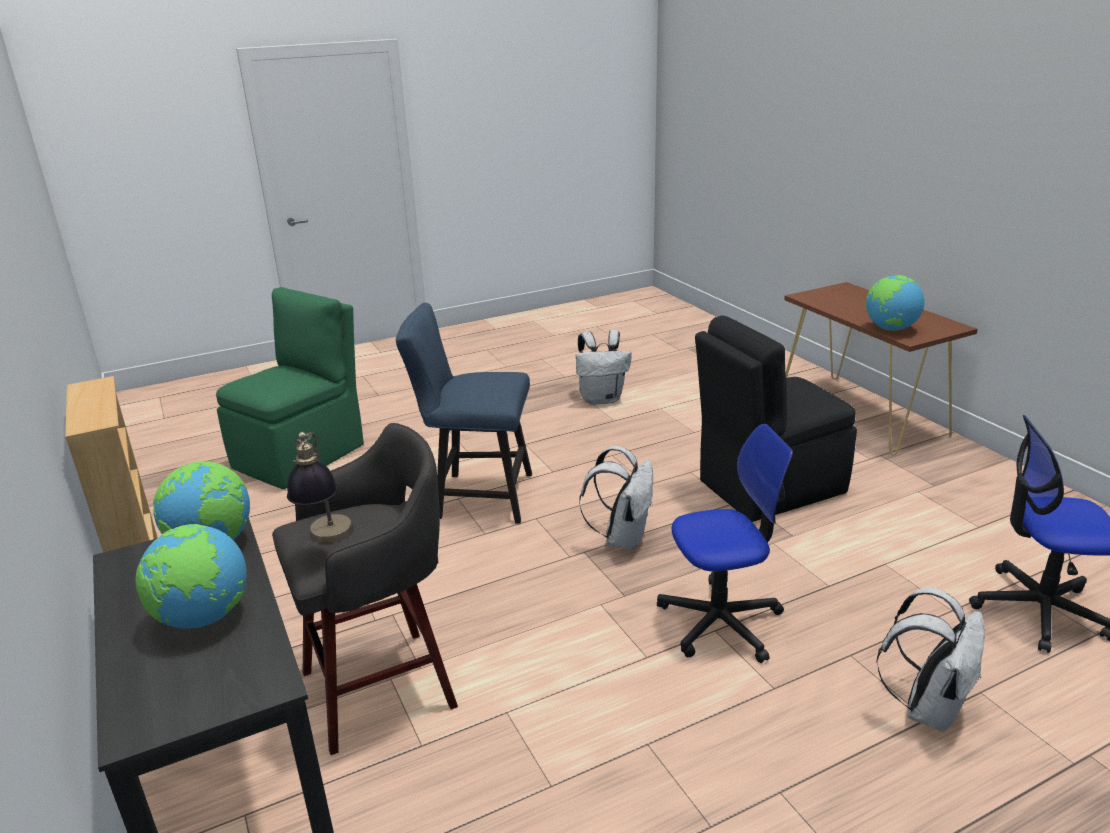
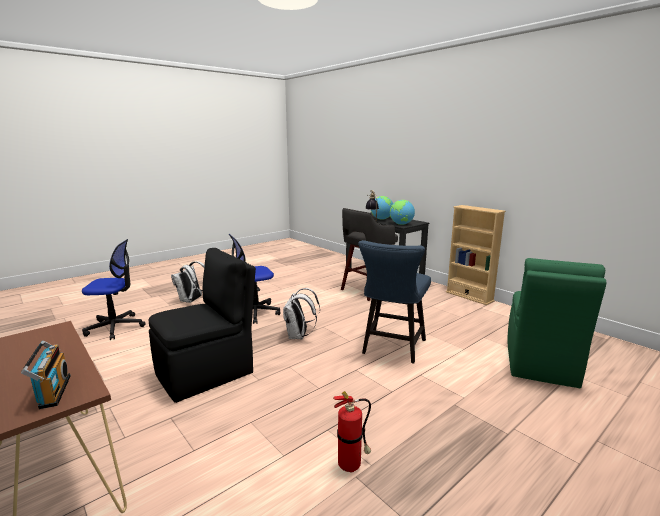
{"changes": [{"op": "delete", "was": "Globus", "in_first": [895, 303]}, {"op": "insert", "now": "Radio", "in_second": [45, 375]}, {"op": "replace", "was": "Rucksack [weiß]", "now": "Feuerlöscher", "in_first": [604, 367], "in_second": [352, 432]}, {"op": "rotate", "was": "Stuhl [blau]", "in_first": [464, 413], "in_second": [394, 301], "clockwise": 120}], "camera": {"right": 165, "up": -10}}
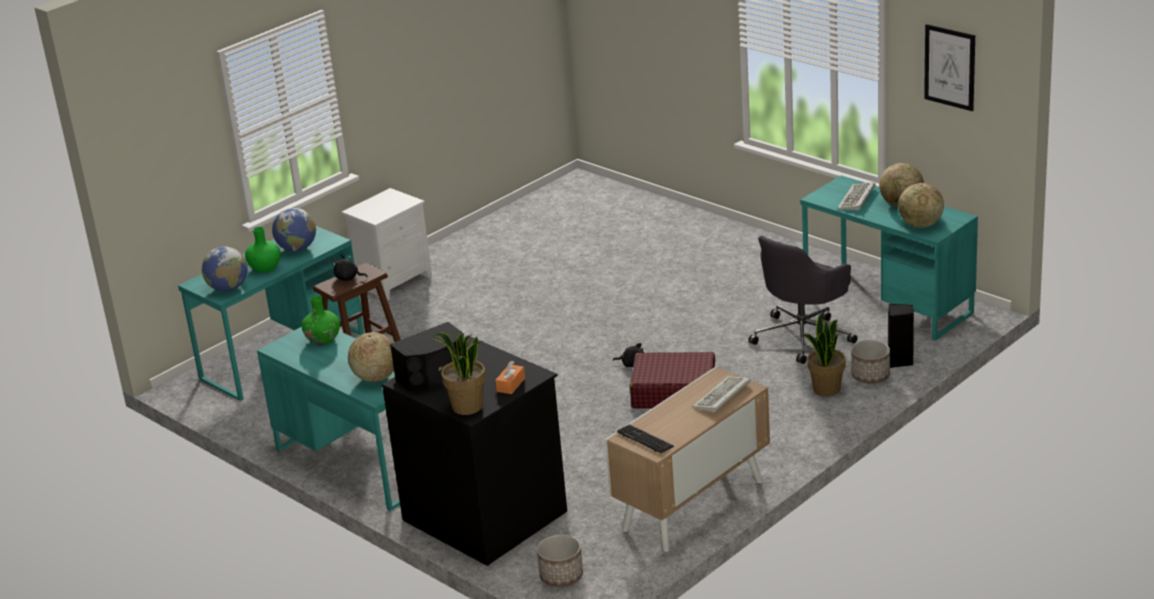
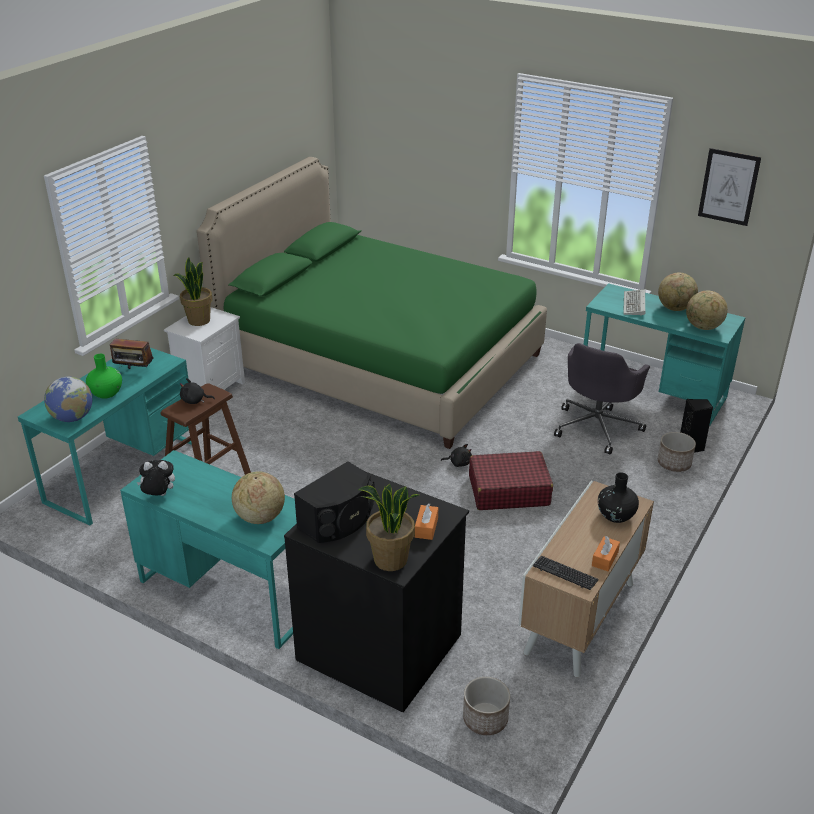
{"changes": [{"op": "delete", "was": "Vase [grün]", "in_first": [321, 320]}, {"op": "insert", "now": "Plüschtier", "in_second": [155, 478]}, {"op": "insert", "now": "Bett [grün]", "in_second": [372, 303]}, {"op": "insert", "now": "Taschentuchbox [orange]", "in_second": [606, 553]}, {"op": "move", "was": "Topfpflanze", "in_first": [824, 355], "in_second": [192, 291]}, {"op": "replace", "was": "Globus", "now": "Radio", "in_first": [294, 229], "in_second": [131, 352]}, {"op": "replace", "was": "Tastatur", "now": "Vase [schwarz]", "in_first": [721, 394], "in_second": [618, 497]}], "camera": {"right": -15, "up": 5}}
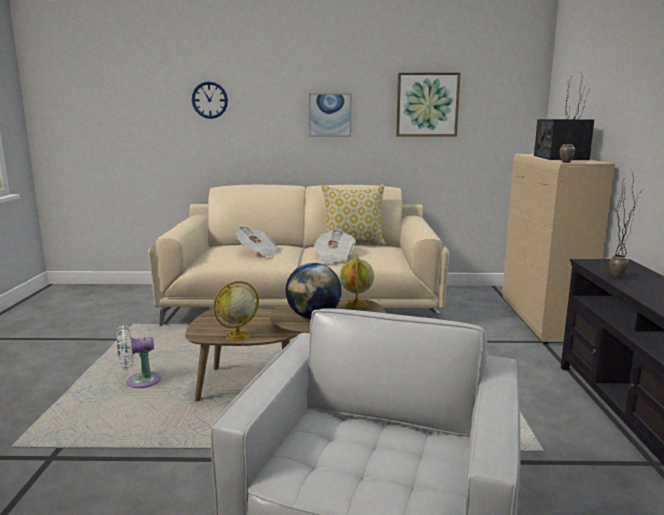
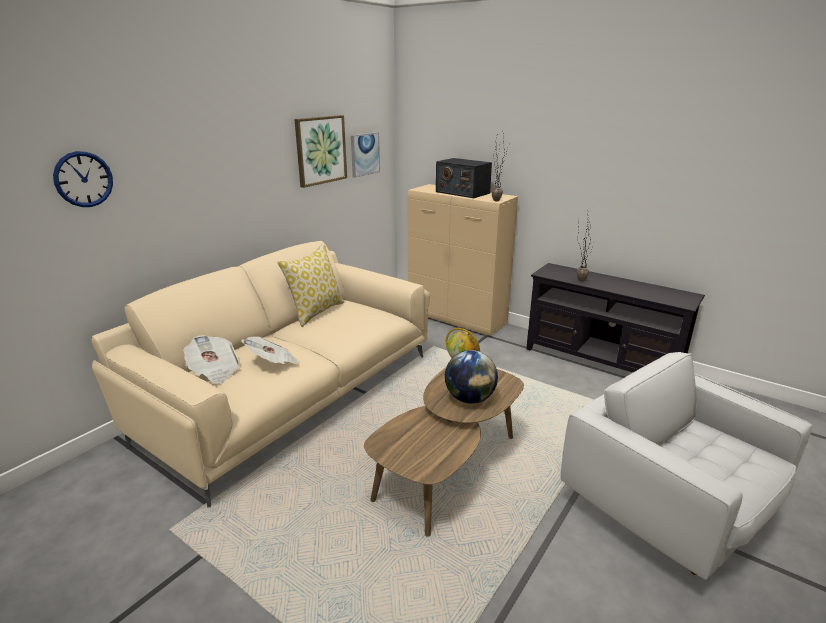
{"changes": [{"op": "delete", "was": "Ventilator [weiß]", "in_first": [138, 356]}, {"op": "delete", "was": "Globus", "in_first": [236, 311]}, {"op": "move", "was": "Bild", "in_first": [330, 115], "in_second": [365, 155]}, {"op": "move", "was": "Zeitung", "in_first": [335, 246], "in_second": [212, 359]}], "camera": {"right": -55, "up": 10}}
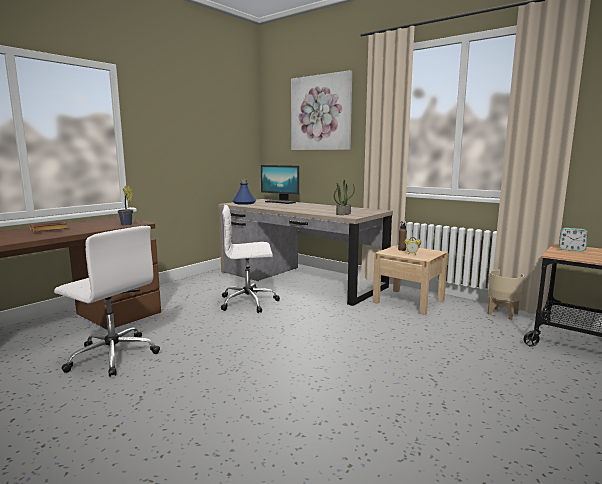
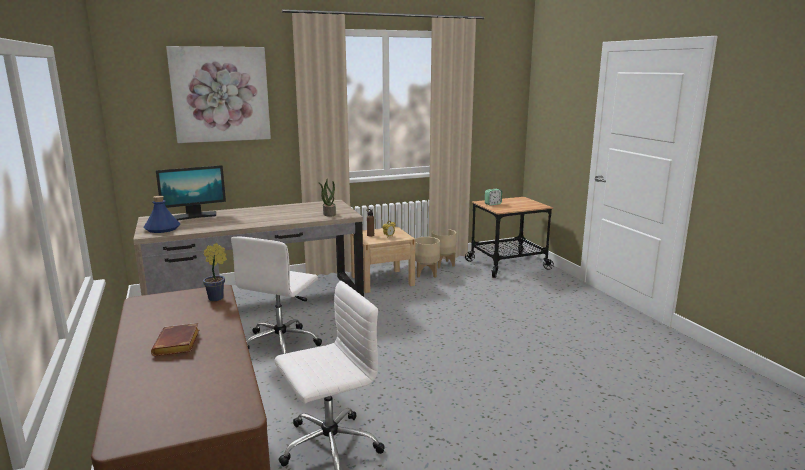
{"changes": [{"op": "insert", "now": "Pflanzkübel [beige]", "in_second": [427, 257]}], "camera": {"right": -60, "up": 5}}
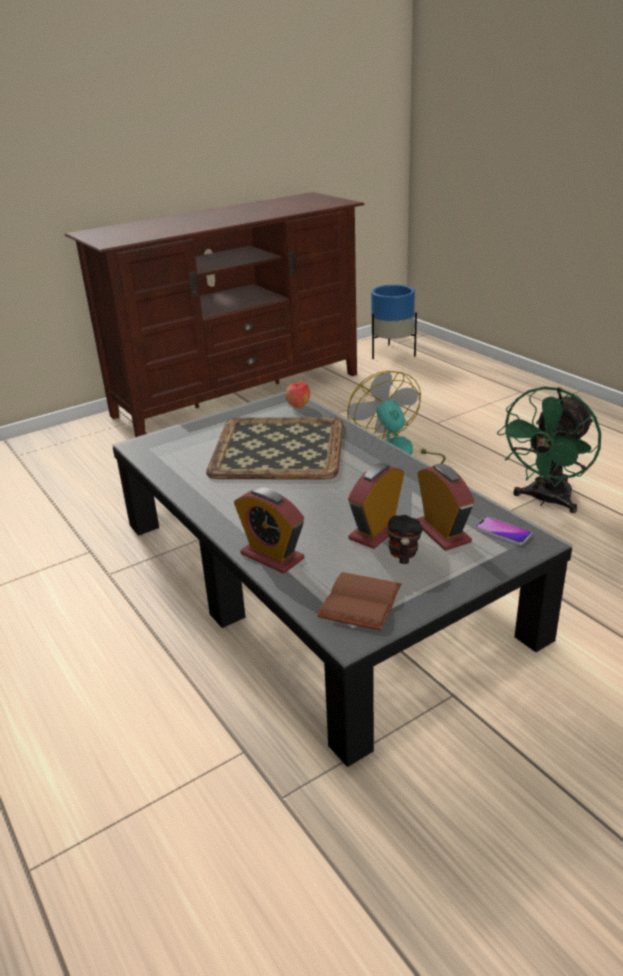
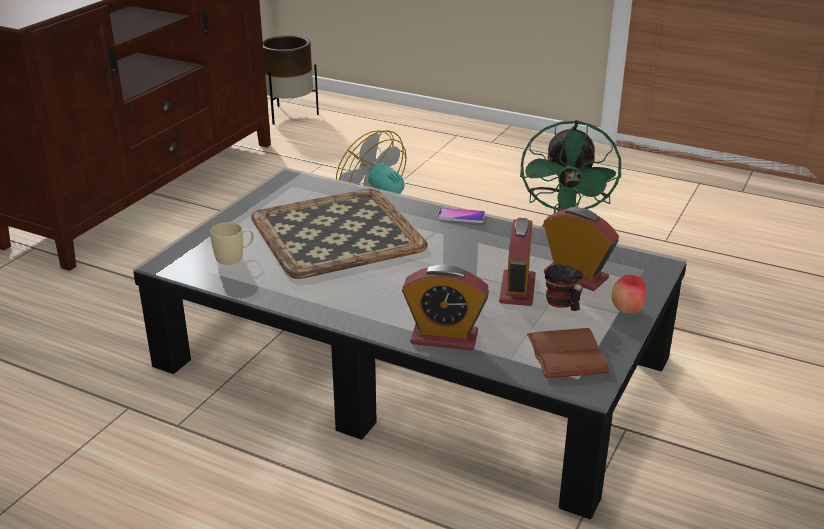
{"changes": [{"op": "insert", "now": "Henkelbecher [beige]", "in_second": [232, 243]}, {"op": "move", "was": "Apfel", "in_first": [297, 395], "in_second": [628, 294]}, {"op": "move", "was": "Handy", "in_first": [503, 531], "in_second": [461, 215]}, {"op": "recolor", "was": "Pflanzkübel [blau]", "now": "Pflanzkübel [braun]", "in_first": [394, 322], "in_second": [291, 80]}], "camera": {"right": -30, "up": 0}}
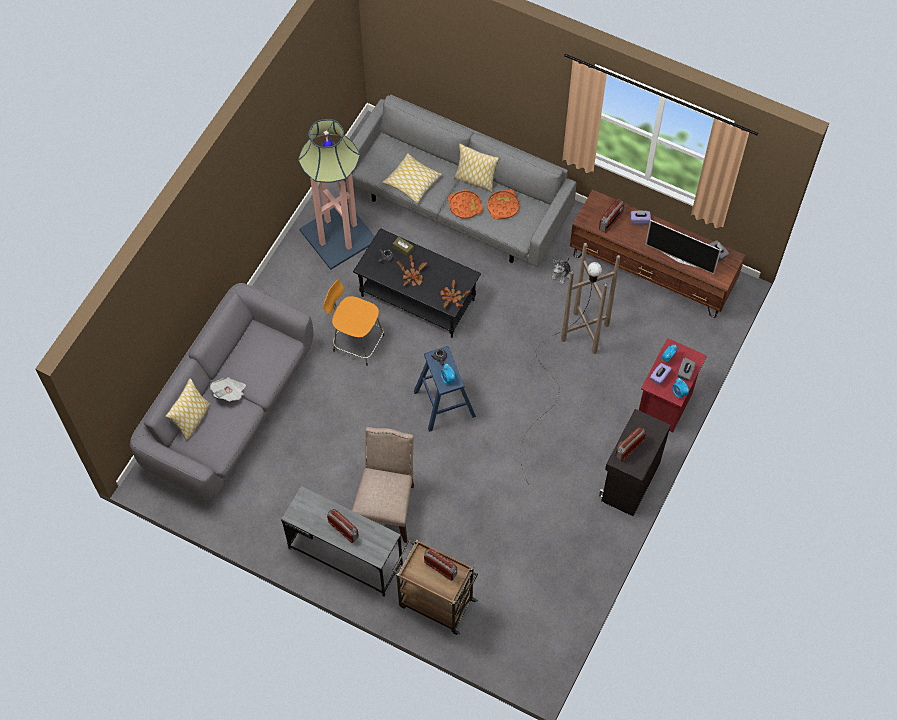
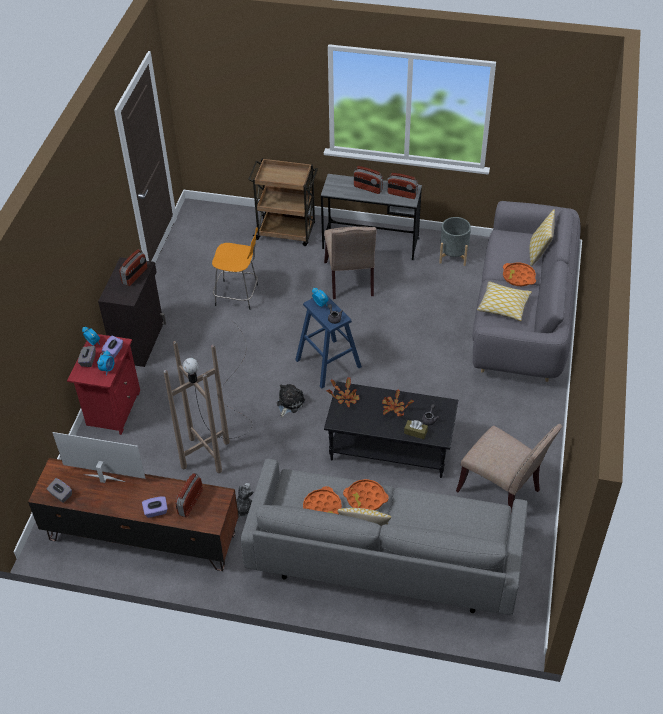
{"changes": [{"op": "insert", "now": "Plüschtier", "in_second": [291, 400]}, {"op": "insert", "now": "Pflanzkübel [grau]", "in_second": [455, 241]}, {"op": "move", "was": "Hocker [orange]", "in_first": [353, 322], "in_second": [235, 268]}, {"op": "move", "was": "Kissen", "in_first": [412, 178], "in_second": [504, 301]}, {"op": "move", "was": "Radio", "in_first": [440, 565], "in_second": [402, 186]}, {"op": "replace", "was": "Zeitung", "now": "Tablett [orange]", "in_first": [228, 389], "in_second": [519, 274]}, {"op": "replace", "was": "Stehlampe", "now": "Stuhl [beige]", "in_first": [336, 194], "in_second": [509, 467]}], "camera": {"right": 165, "up": -15}}
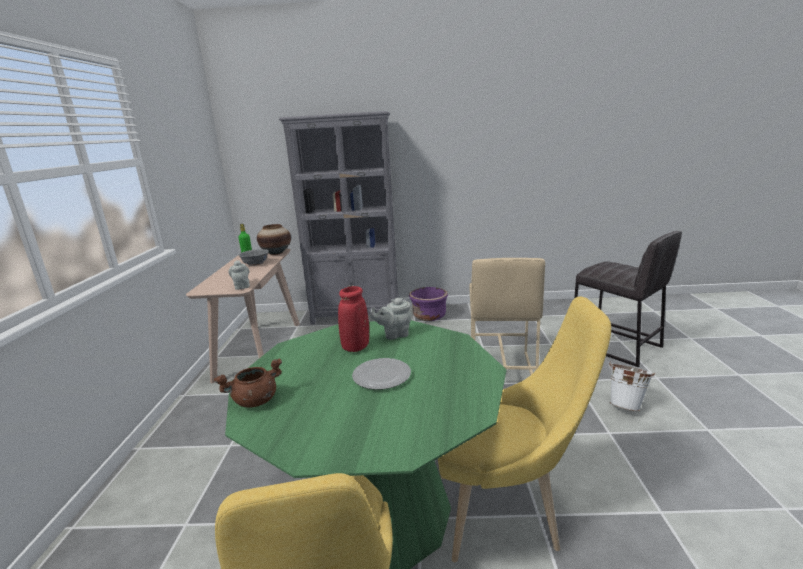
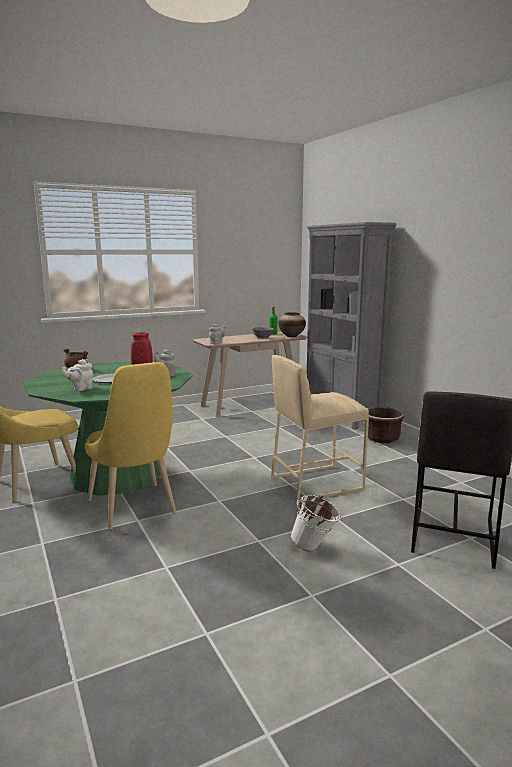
{"changes": [{"op": "insert", "now": "Teekanne [weiß]", "in_second": [77, 375]}, {"op": "recolor", "was": "Pflanzkübel [lila]", "now": "Pflanzkübel [braun]", "in_first": [428, 304], "in_second": [385, 425]}], "camera": {"right": 60, "up": -5}}
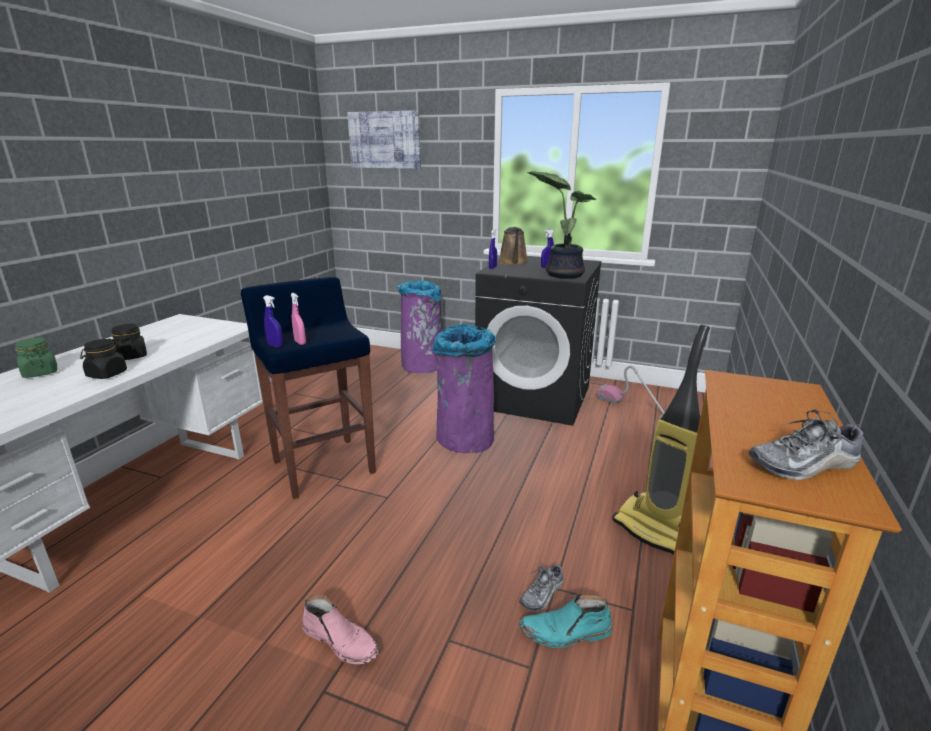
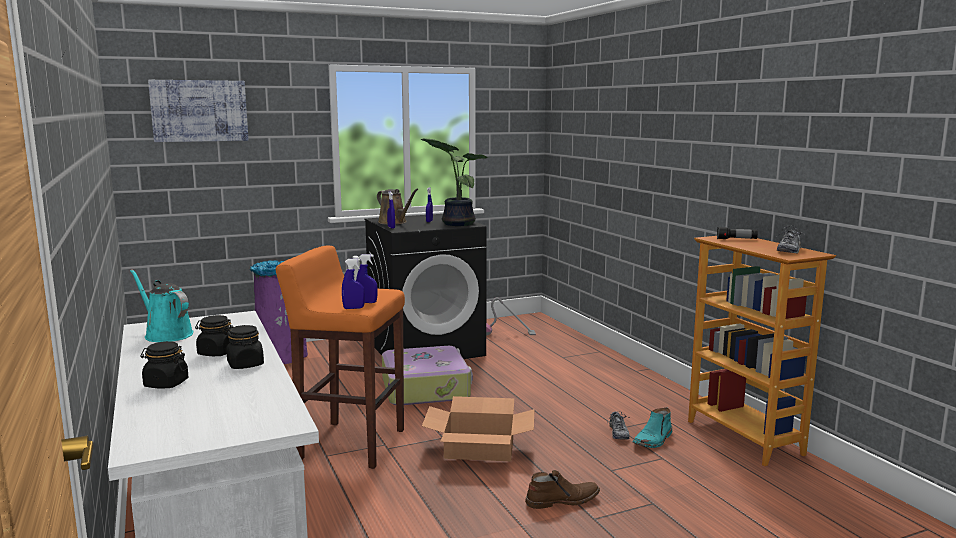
{"changes": [{"op": "delete", "was": "Staubsauger", "in_first": [661, 440]}, {"op": "insert", "now": "Gießkanne [türkis]", "in_second": [161, 305]}, {"op": "insert", "now": "Karton", "in_second": [478, 428]}, {"op": "insert", "now": "Taschenlampe", "in_second": [737, 233]}, {"op": "replace", "was": "Mülleimer [lila]", "now": "Koffer", "in_first": [464, 388], "in_second": [427, 375]}, {"op": "recolor", "was": "Vorratsglas [grün]", "now": "Vorratsglas [schwarz]", "in_first": [36, 358], "in_second": [164, 365]}, {"op": "recolor", "was": "Hocker [blau]", "now": "Hocker [orange]", "in_first": [308, 388], "in_second": [340, 357]}, {"op": "recolor", "was": "Sprühflasche [rosa]", "now": "Sprühflasche [blau]", "in_first": [298, 319], "in_second": [366, 278]}, {"op": "recolor", "was": "Stiefel [rosa]", "now": "Stiefel [braun]", "in_first": [341, 629], "in_second": [562, 489]}], "camera": {"right": -45, "up": -10}}
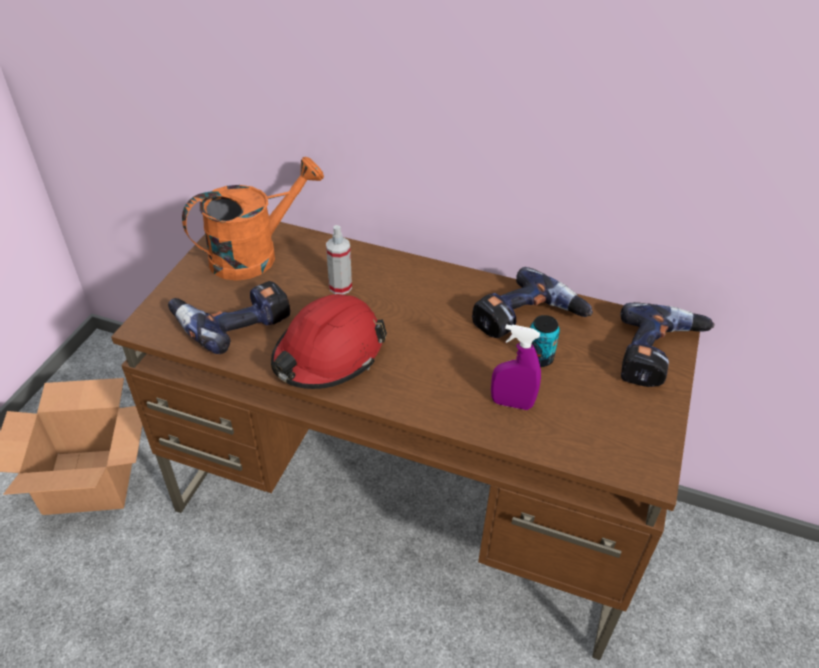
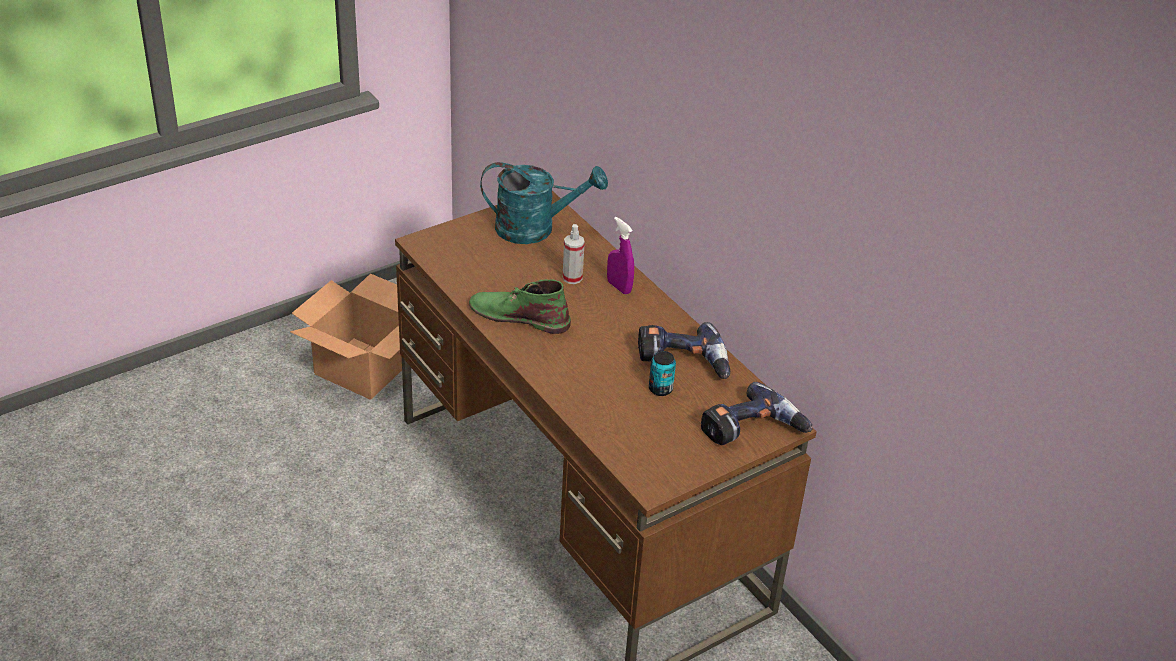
{"changes": [{"op": "delete", "was": "Bohrmaschine", "in_first": [229, 317]}, {"op": "move", "was": "Sprühflasche [lila]", "in_first": [516, 367], "in_second": [620, 255]}, {"op": "replace", "was": "Schutzhelm [rot]", "now": "Stiefel [grün]", "in_first": [329, 341], "in_second": [520, 306]}, {"op": "recolor", "was": "Gießkanne [orange]", "now": "Gießkanne [türkis]", "in_first": [253, 219], "in_second": [544, 203]}], "camera": {"right": 35, "up": -5}}
